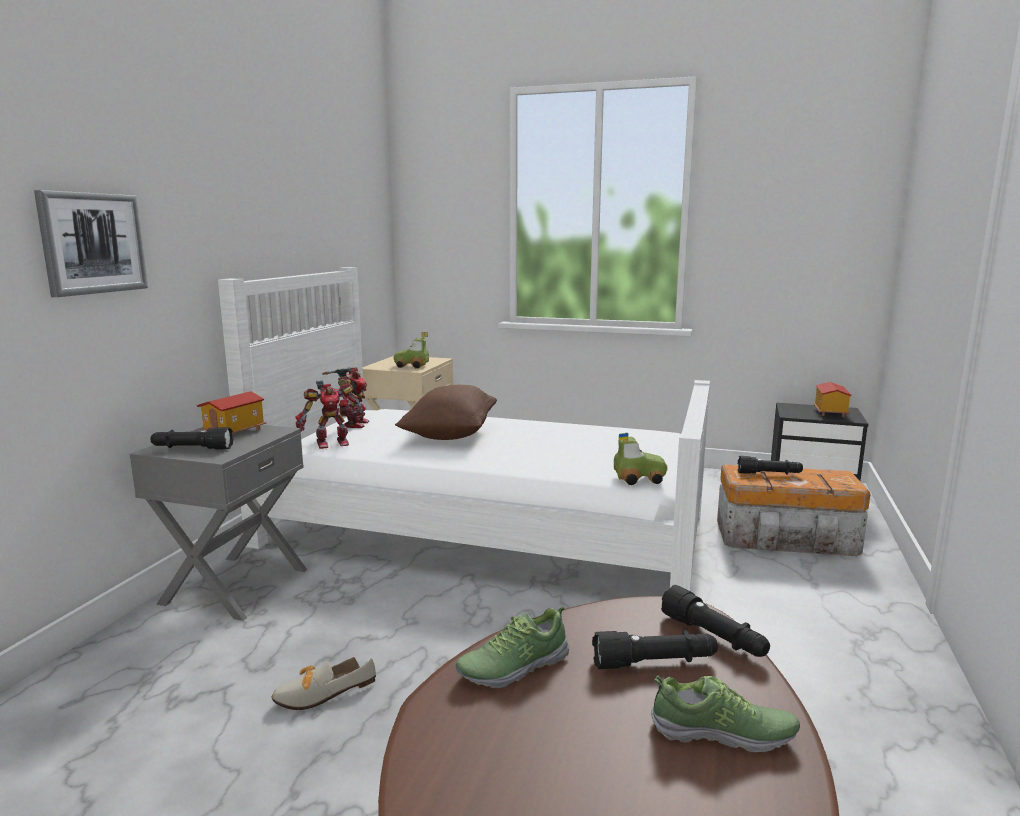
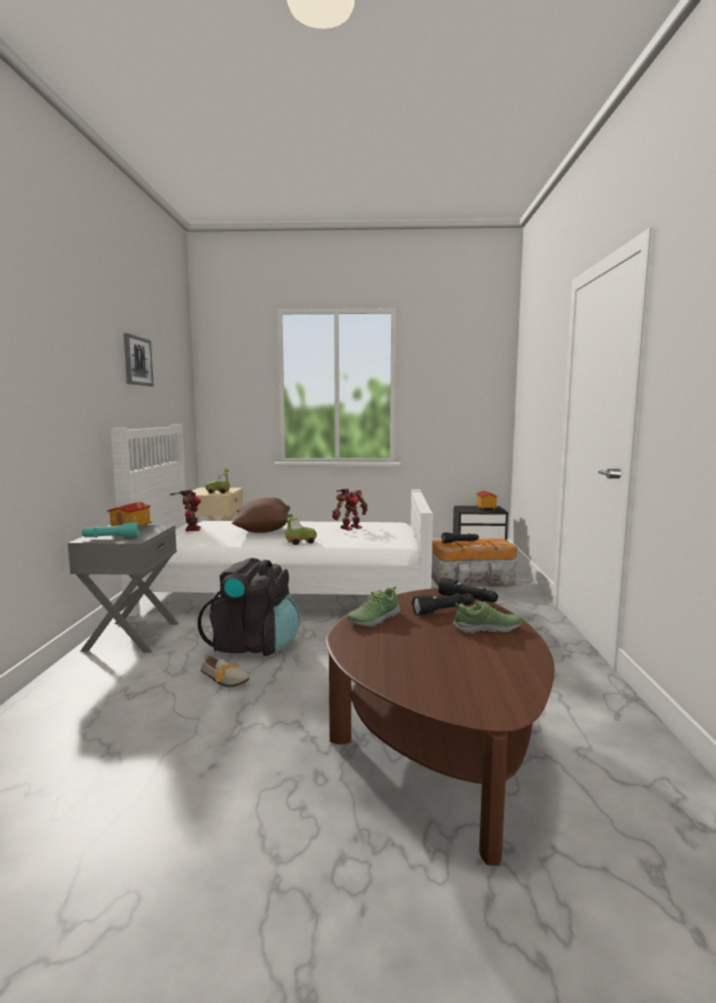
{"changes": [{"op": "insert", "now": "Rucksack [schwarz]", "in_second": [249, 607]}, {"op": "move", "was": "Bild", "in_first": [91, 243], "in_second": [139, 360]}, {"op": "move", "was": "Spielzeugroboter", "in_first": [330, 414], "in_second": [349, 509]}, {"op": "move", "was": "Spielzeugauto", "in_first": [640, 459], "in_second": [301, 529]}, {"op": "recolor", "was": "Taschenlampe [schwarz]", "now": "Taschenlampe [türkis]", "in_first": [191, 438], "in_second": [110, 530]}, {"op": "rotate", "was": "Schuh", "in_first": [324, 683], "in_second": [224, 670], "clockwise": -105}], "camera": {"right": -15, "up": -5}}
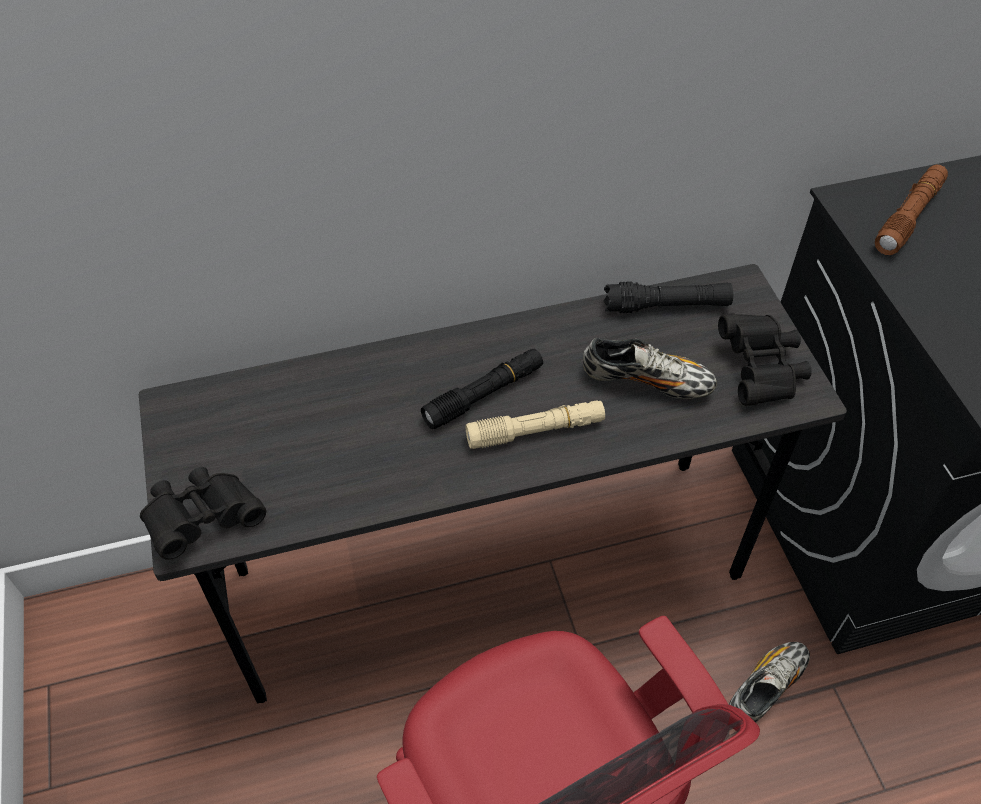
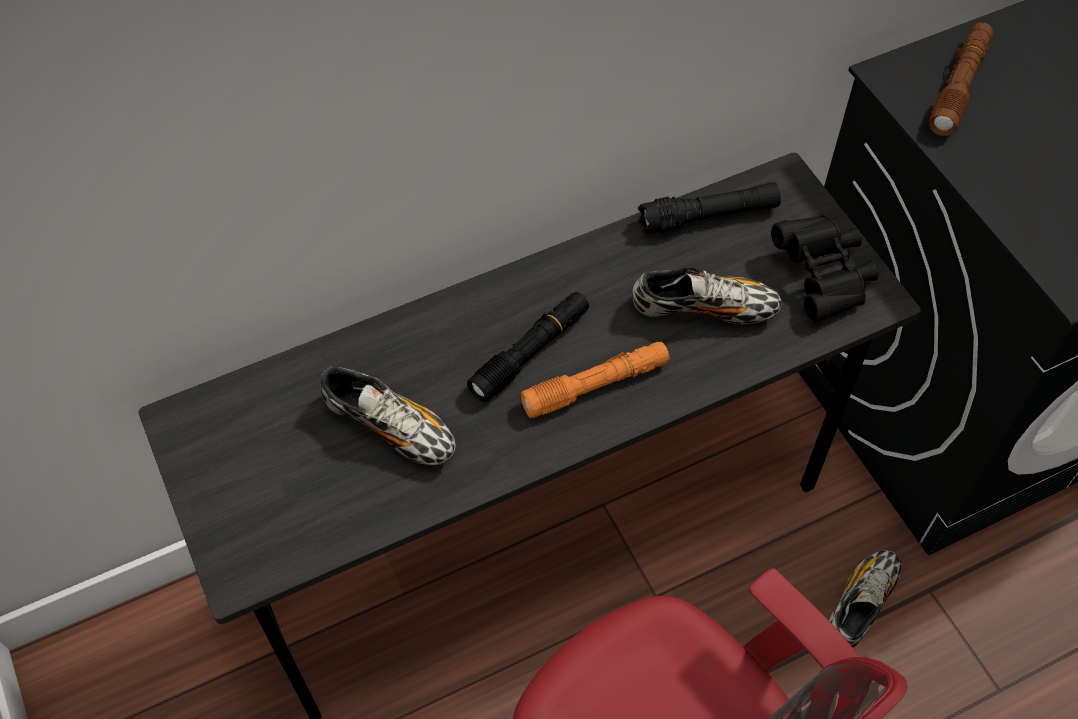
{"changes": [{"op": "delete", "was": "Fernglas [schwarz]", "in_first": [203, 513]}, {"op": "insert", "now": "Schuh", "in_second": [388, 416]}, {"op": "recolor", "was": "Taschenlampe [beige]", "now": "Taschenlampe [orange]", "in_first": [535, 424], "in_second": [595, 379]}], "camera": {"right": -10, "up": 5}}
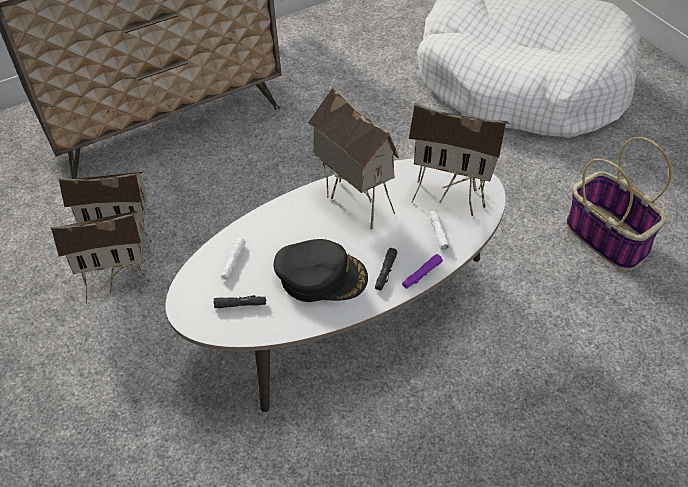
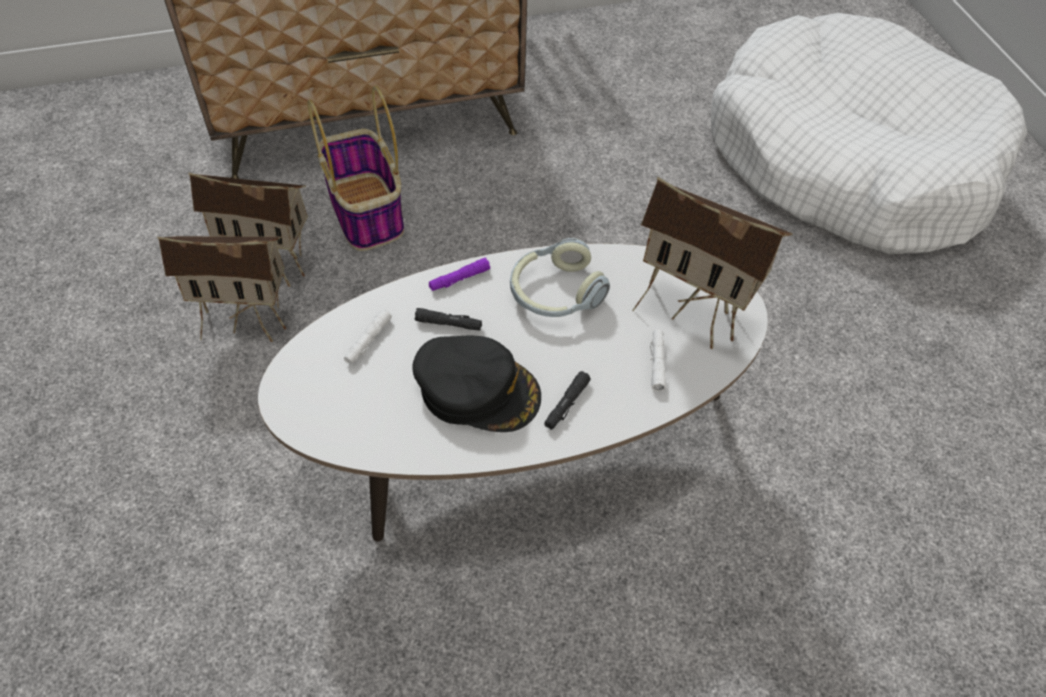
{"changes": [{"op": "move", "was": "Taschenlampe [schwarz]", "in_first": [240, 301], "in_second": [448, 319]}, {"op": "move", "was": "Taschenlampe [lila]", "in_first": [422, 271], "in_second": [459, 274]}, {"op": "move", "was": "Korb", "in_first": [619, 204], "in_second": [356, 168]}, {"op": "replace", "was": "Spielzeughaus", "now": "Kopfhörer", "in_first": [353, 158], "in_second": [560, 277]}], "camera": {"right": 10, "up": 5}}
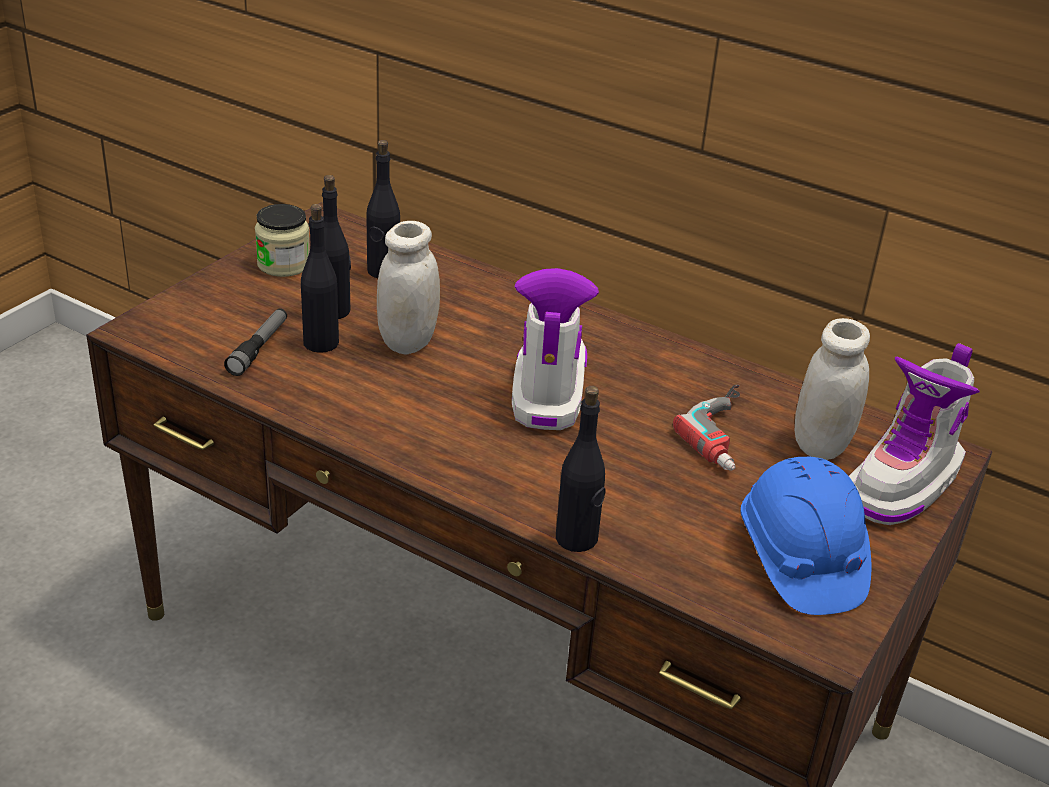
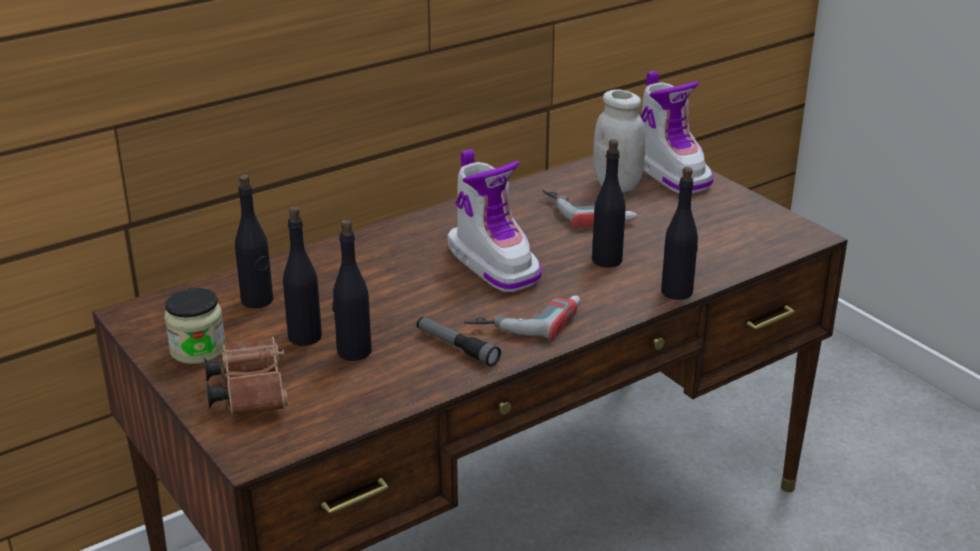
{"changes": [{"op": "delete", "was": "Vorratsglas [weiß]", "in_first": [408, 288]}, {"op": "delete", "was": "Schutzhelm [blau]", "in_first": [806, 536]}, {"op": "insert", "now": "Fernglas [braun]", "in_second": [246, 375]}, {"op": "insert", "now": "Bohrmaschine", "in_second": [522, 317]}, {"op": "insert", "now": "Flasche [schwarz]", "in_second": [609, 203]}, {"op": "move", "was": "Taschenlampe", "in_first": [255, 342], "in_second": [459, 342]}, {"op": "rotate", "was": "Stiefel", "in_first": [555, 349], "in_second": [494, 220], "clockwise": -150}], "camera": {"right": -65, "up": -5}}
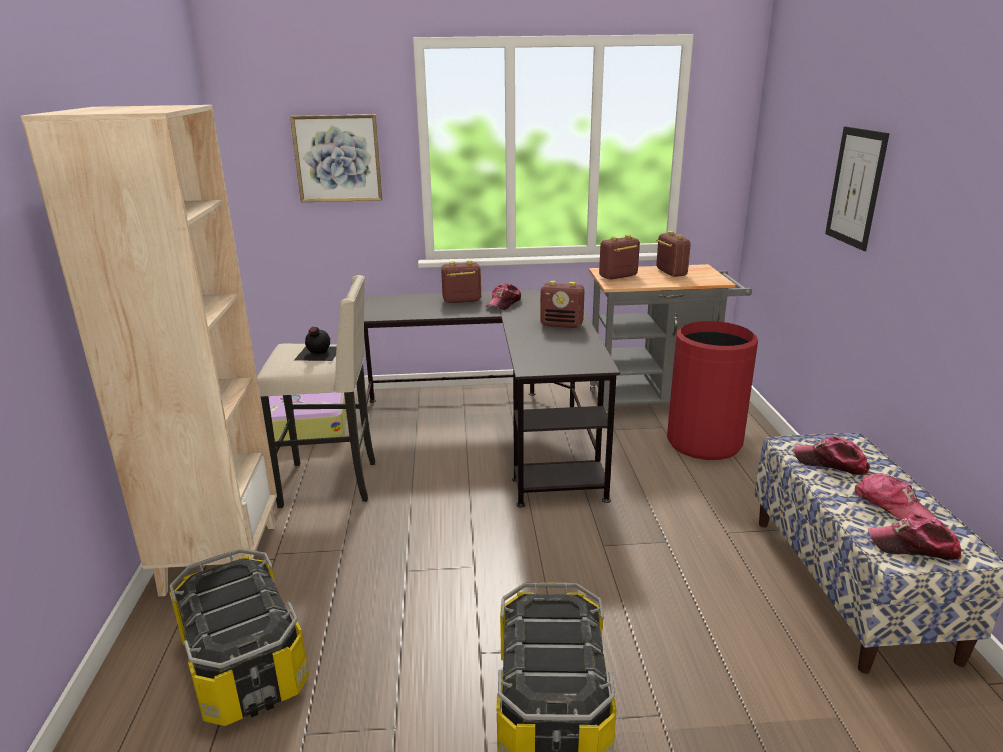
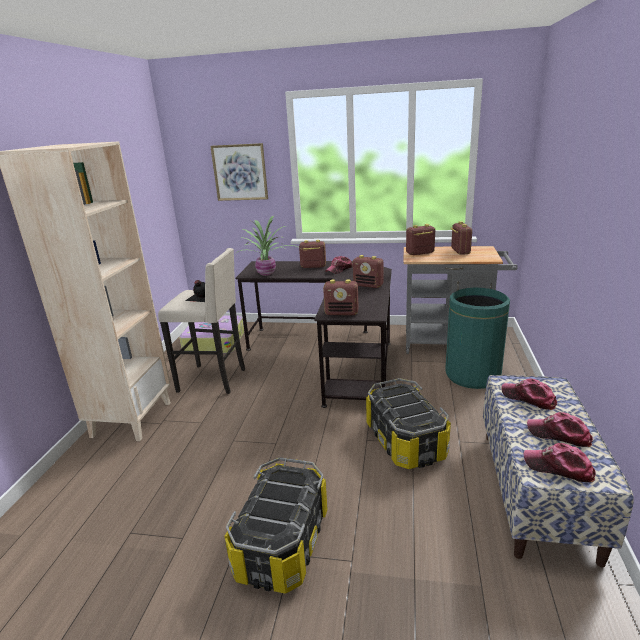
{"changes": [{"op": "delete", "was": "Bild", "in_first": [857, 188]}, {"op": "insert", "now": "Topfpflanze", "in_second": [267, 246]}, {"op": "insert", "now": "Radio", "in_second": [341, 297]}, {"op": "move", "was": "Aufbewahrungsbox", "in_first": [239, 637], "in_second": [408, 423]}, {"op": "recolor", "was": "Mülleimer [rot]", "now": "Mülleimer [grün]", "in_first": [712, 390], "in_second": [477, 338]}, {"op": "rotate", "was": "Kappe", "in_first": [895, 496], "in_second": [560, 429], "clockwise": 135}], "camera": {"right": 15, "up": 0}}
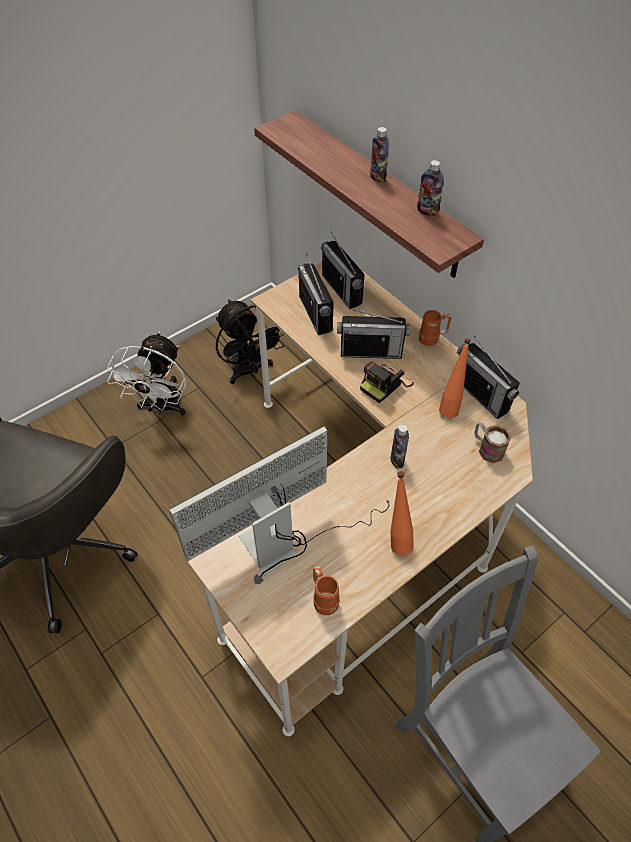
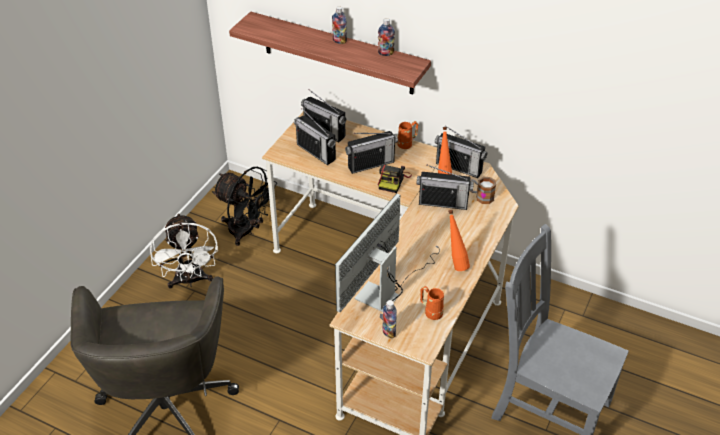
{"changes": [{"op": "insert", "now": "Radio", "in_second": [445, 187]}, {"op": "move", "was": "Flasche", "in_first": [400, 446], "in_second": [389, 319]}], "camera": {"right": -25, "up": -10}}
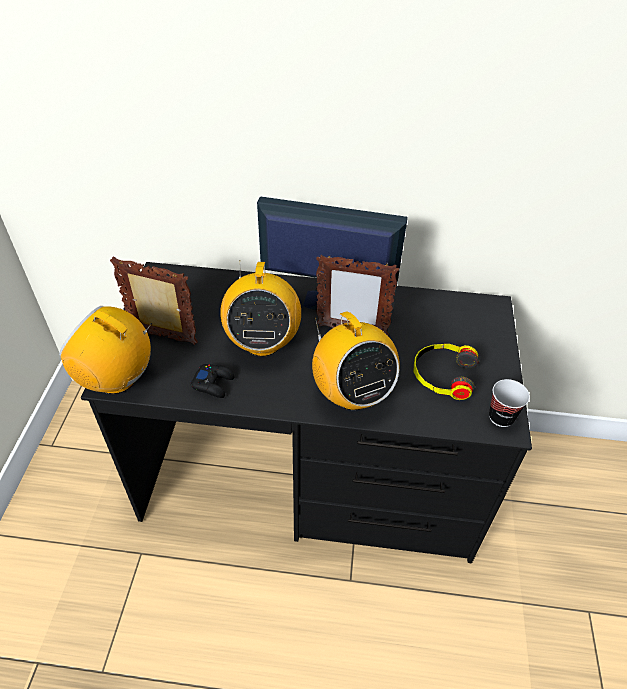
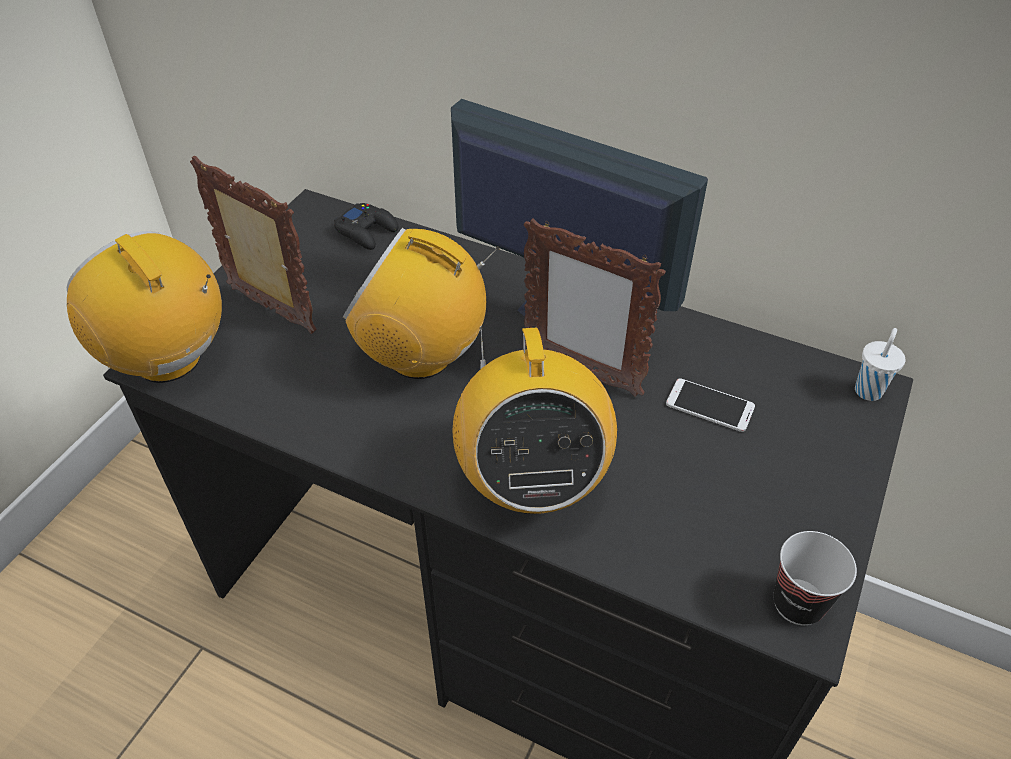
{"changes": [{"op": "delete", "was": "Kopfhörer", "in_first": [446, 372]}, {"op": "insert", "now": "Handy", "in_second": [710, 405]}, {"op": "insert", "now": "Tasse [weiß]", "in_second": [880, 364]}, {"op": "move", "was": "Gamepad [schwarz]", "in_first": [212, 381], "in_second": [366, 226]}, {"op": "rotate", "was": "Radio", "in_first": [260, 308], "in_second": [421, 303], "clockwise": 90}], "camera": {"right": 20, "up": 0}}
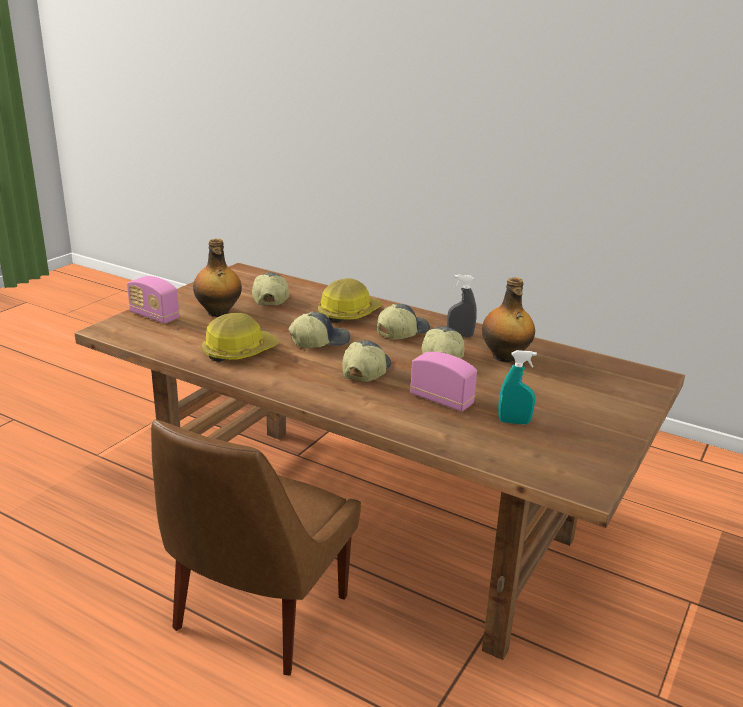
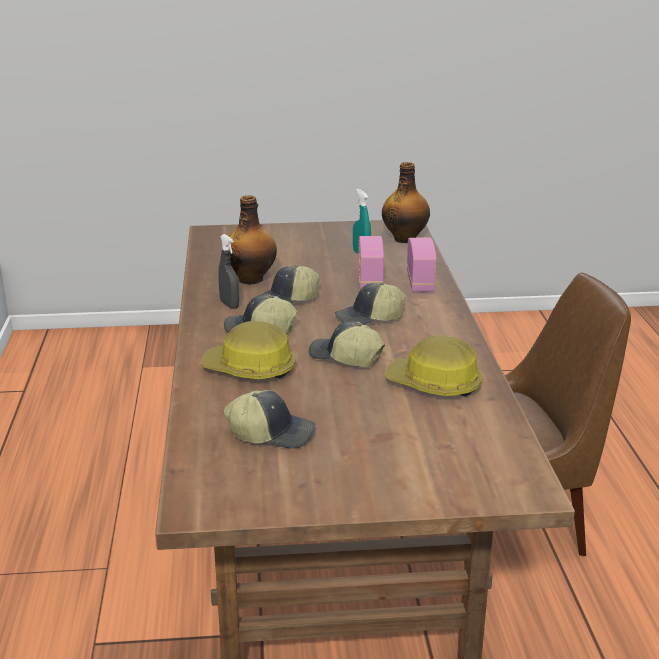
{"changes": [{"op": "move", "was": "Radio", "in_first": [153, 300], "in_second": [422, 265]}, {"op": "move", "was": "Flasche", "in_first": [217, 278], "in_second": [406, 202]}, {"op": "rotate", "was": "Kappe", "in_first": [270, 288], "in_second": [269, 419], "clockwise": -135}], "camera": {"right": -125, "up": 0}}
